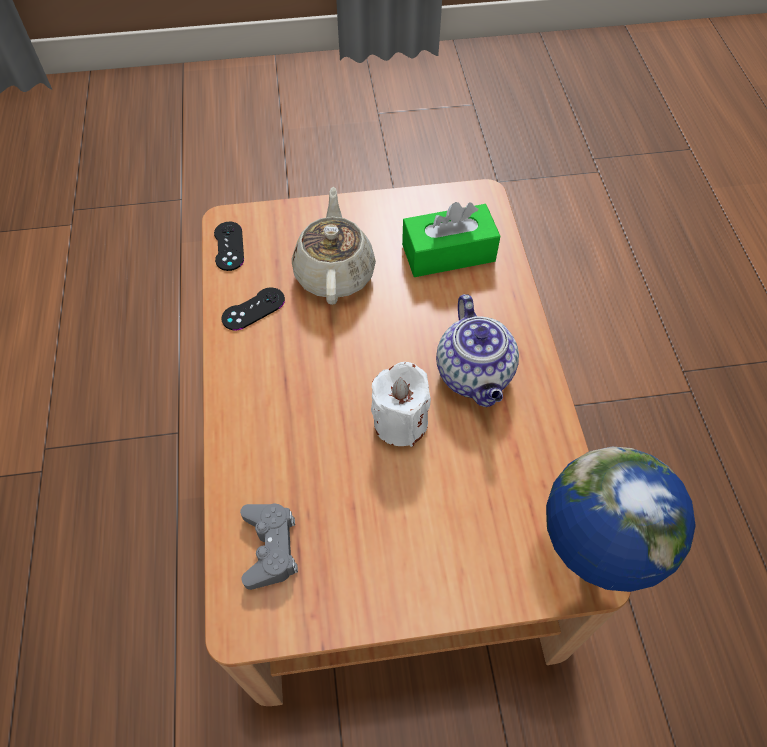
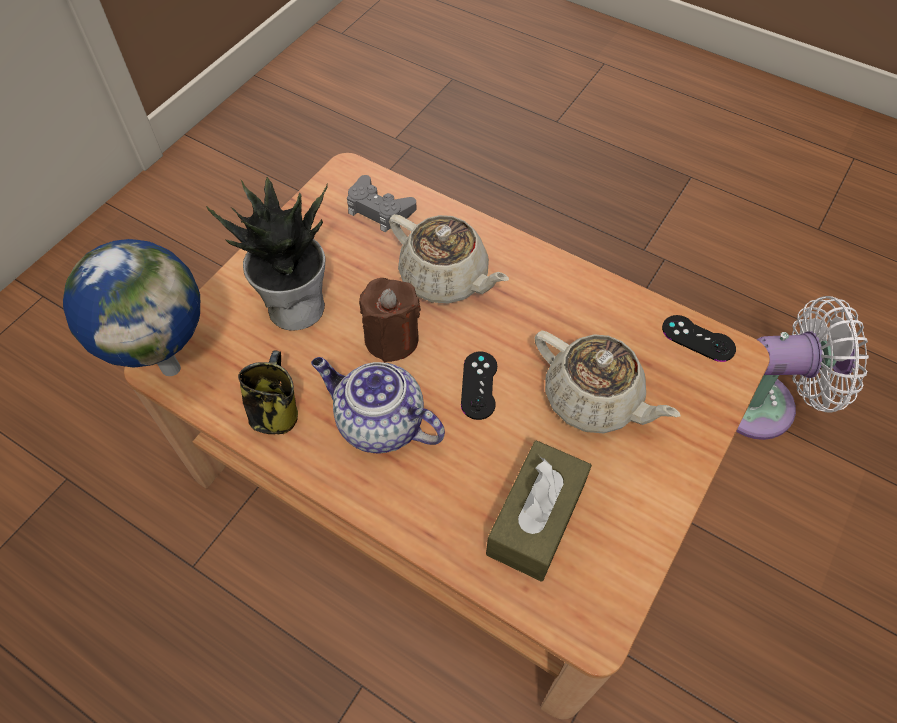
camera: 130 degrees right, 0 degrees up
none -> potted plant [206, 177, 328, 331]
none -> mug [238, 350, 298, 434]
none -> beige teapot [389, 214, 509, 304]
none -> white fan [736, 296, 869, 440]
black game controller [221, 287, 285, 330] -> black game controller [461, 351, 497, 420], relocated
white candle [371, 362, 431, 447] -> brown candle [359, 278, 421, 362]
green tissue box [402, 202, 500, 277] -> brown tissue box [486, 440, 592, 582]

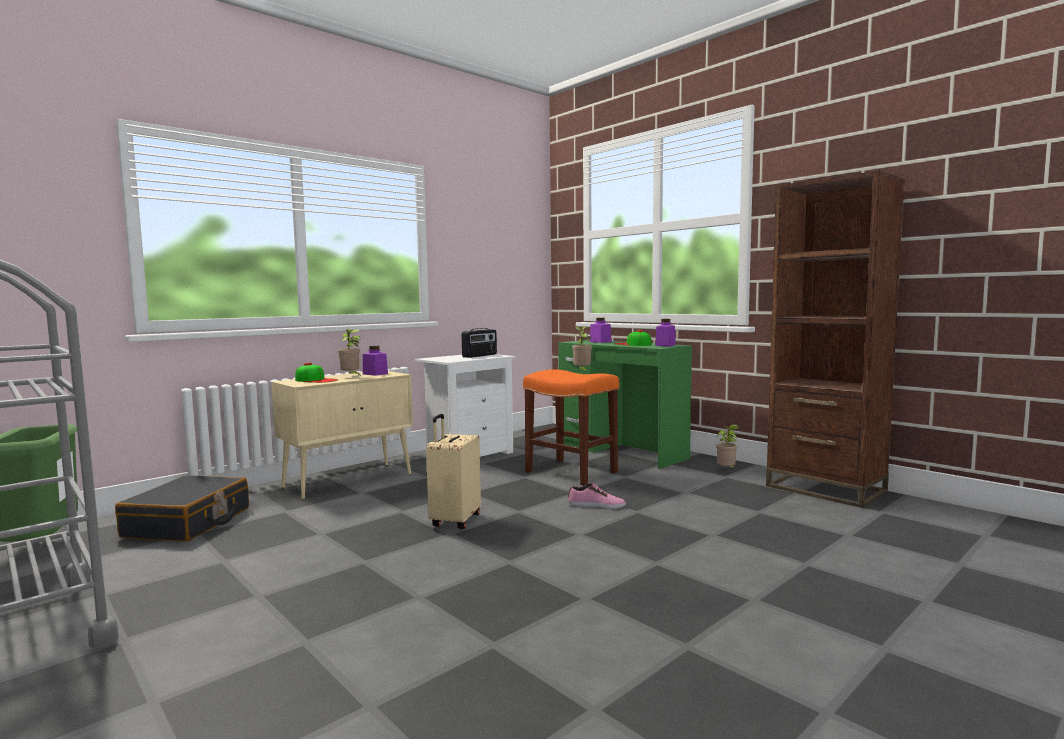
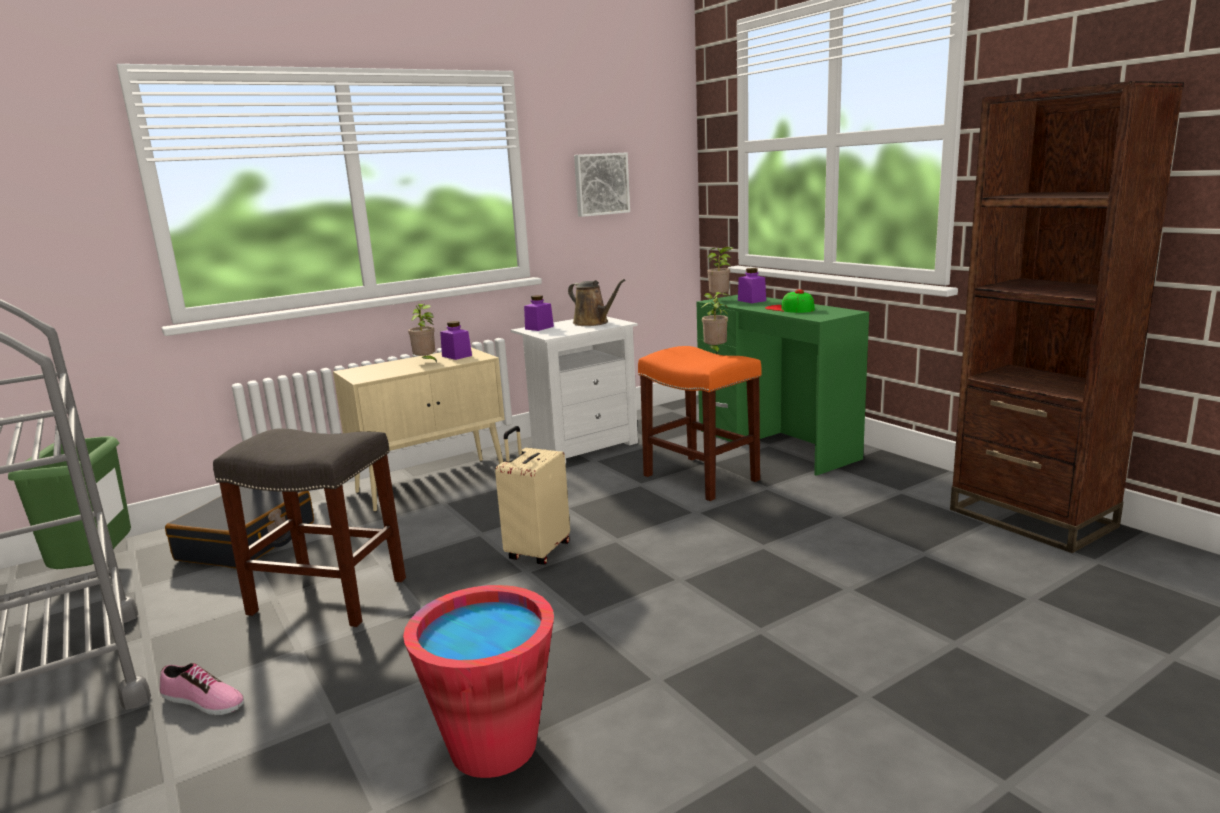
camera: 10 degrees right, 10 degrees up
cap [295, 363, 338, 383] -> none
none -> grey stool [213, 428, 406, 627]
none -> red bucket [403, 585, 554, 778]
none -> picture [574, 153, 630, 217]
shoe [568, 483, 626, 509] -> shoe [160, 663, 244, 715], relocated
purple jar [655, 319, 676, 346] -> purple jar [524, 295, 554, 331], relocated
potted plant [716, 425, 739, 468] -> potted plant [707, 247, 733, 298], relocated
radio [461, 328, 497, 358] -> brown watering can [568, 279, 625, 326]

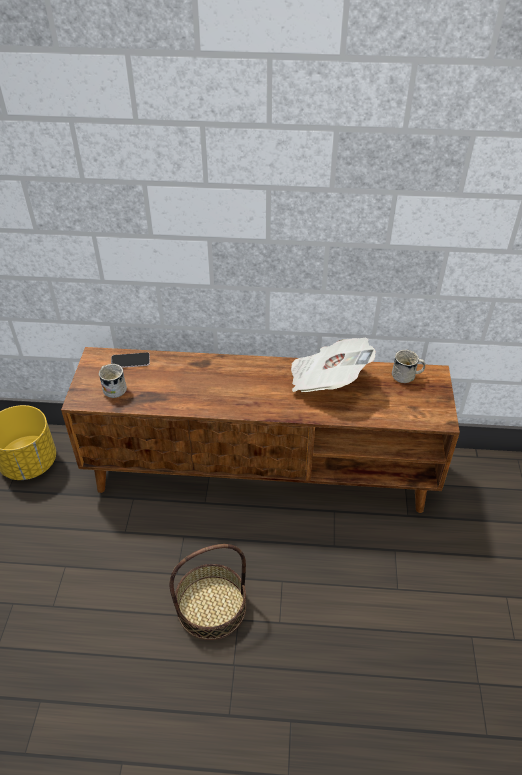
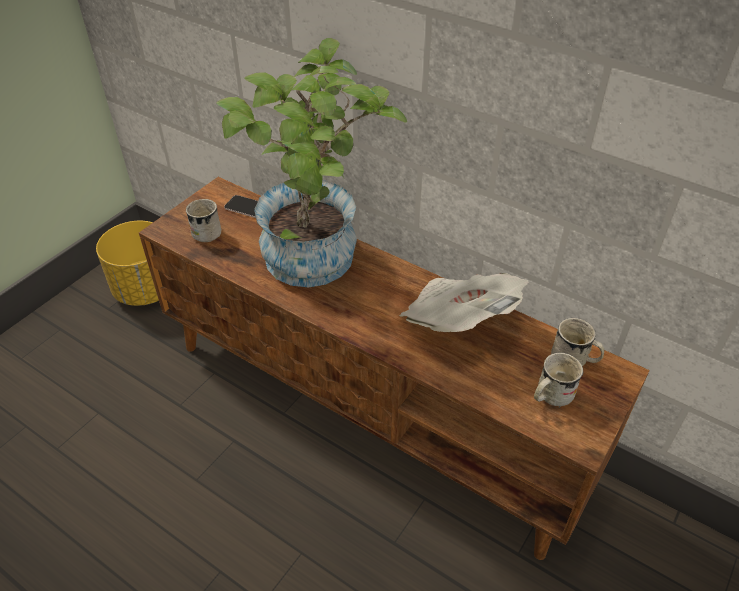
camera: 30 degrees right, 0 degrees up
basket [169, 544, 246, 640] -> none
none -> potted plant [216, 38, 407, 287]
none -> white mug [534, 352, 583, 408]

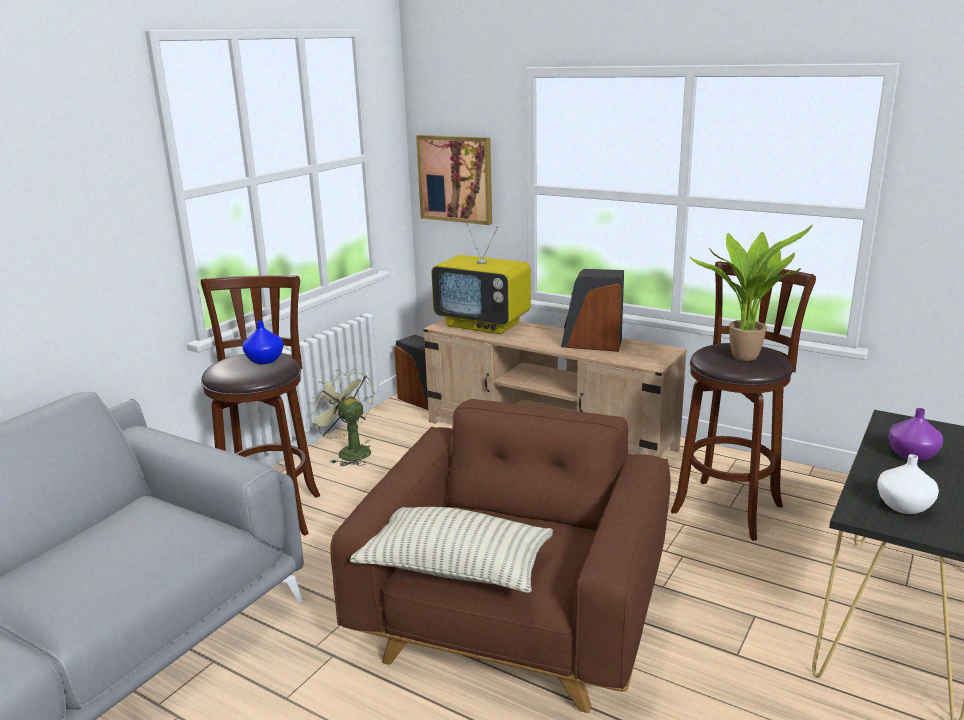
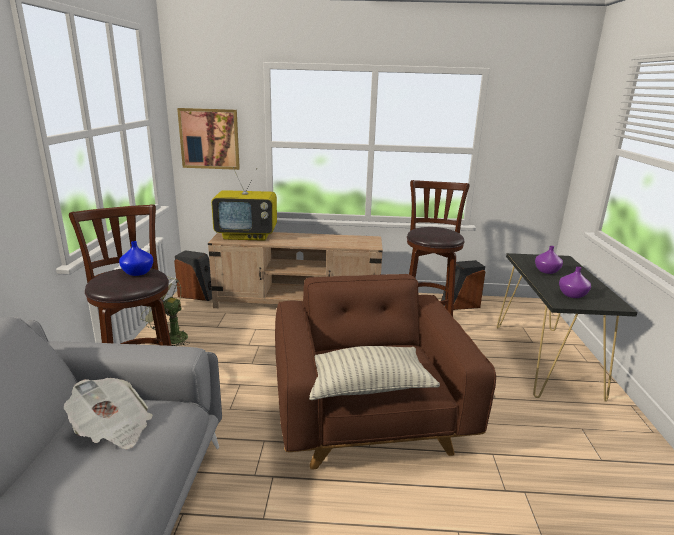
camera: 30 degrees left, 0 degrees up
potted plant [689, 224, 813, 361] -> none
none -> newspaper [64, 378, 153, 449]
speaker [561, 269, 624, 352] -> speaker [441, 260, 485, 310], relocated
white vase [877, 454, 939, 514] -> purple vase [559, 267, 591, 298]

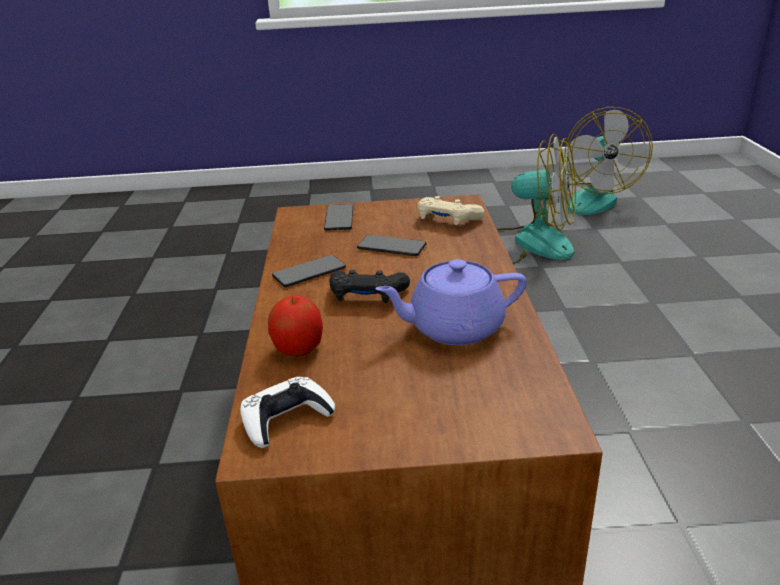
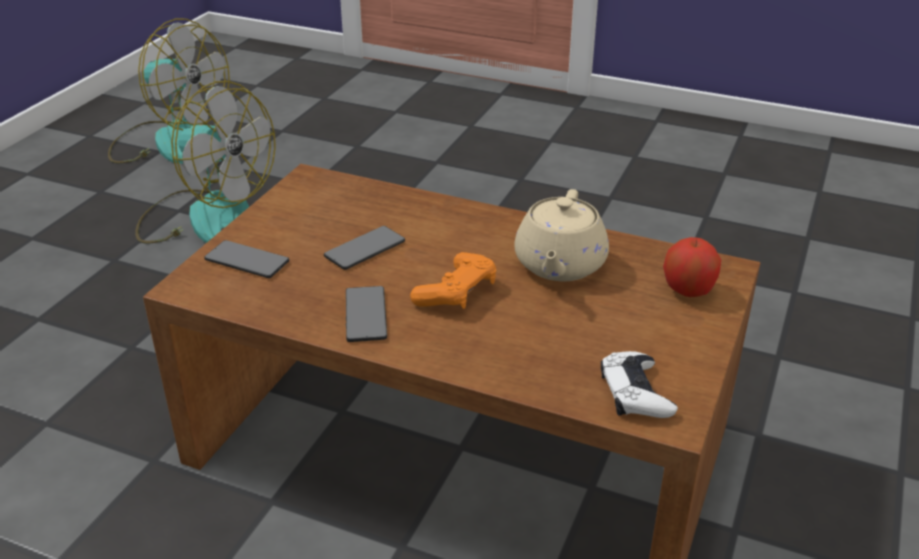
camera: 65 degrees left, 5 degrees up
beige game controller [418, 196, 484, 225] -> none
apple [268, 295, 323, 357] -> apple [663, 237, 721, 297], relocated
black game controller [329, 270, 410, 303] -> orange game controller [410, 252, 496, 309]
purple teapot [375, 259, 527, 345] -> beige teapot [514, 189, 609, 281]
fan [497, 134, 576, 264] -> fan [135, 81, 276, 244], 75 degrees clockwise

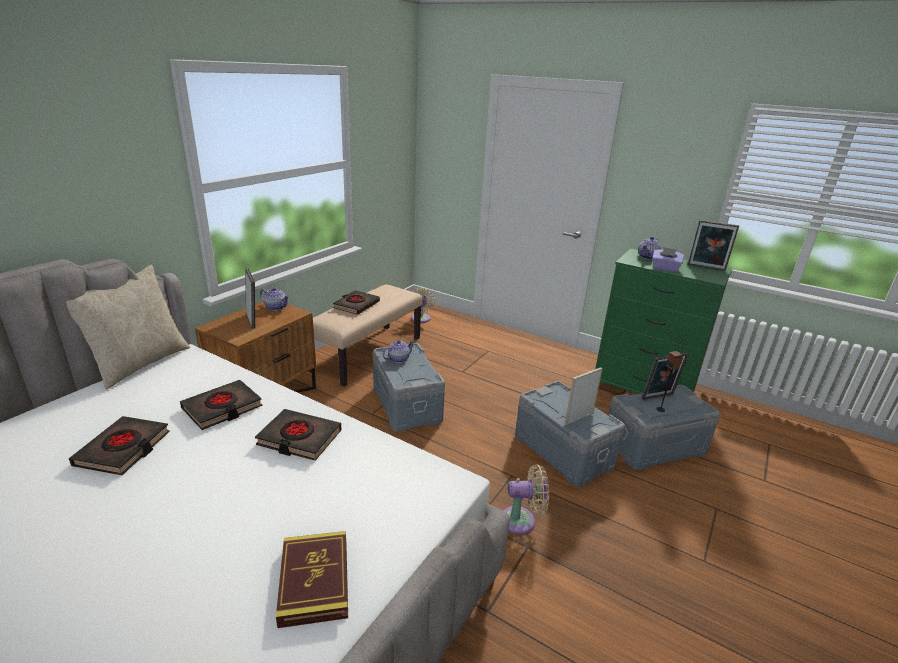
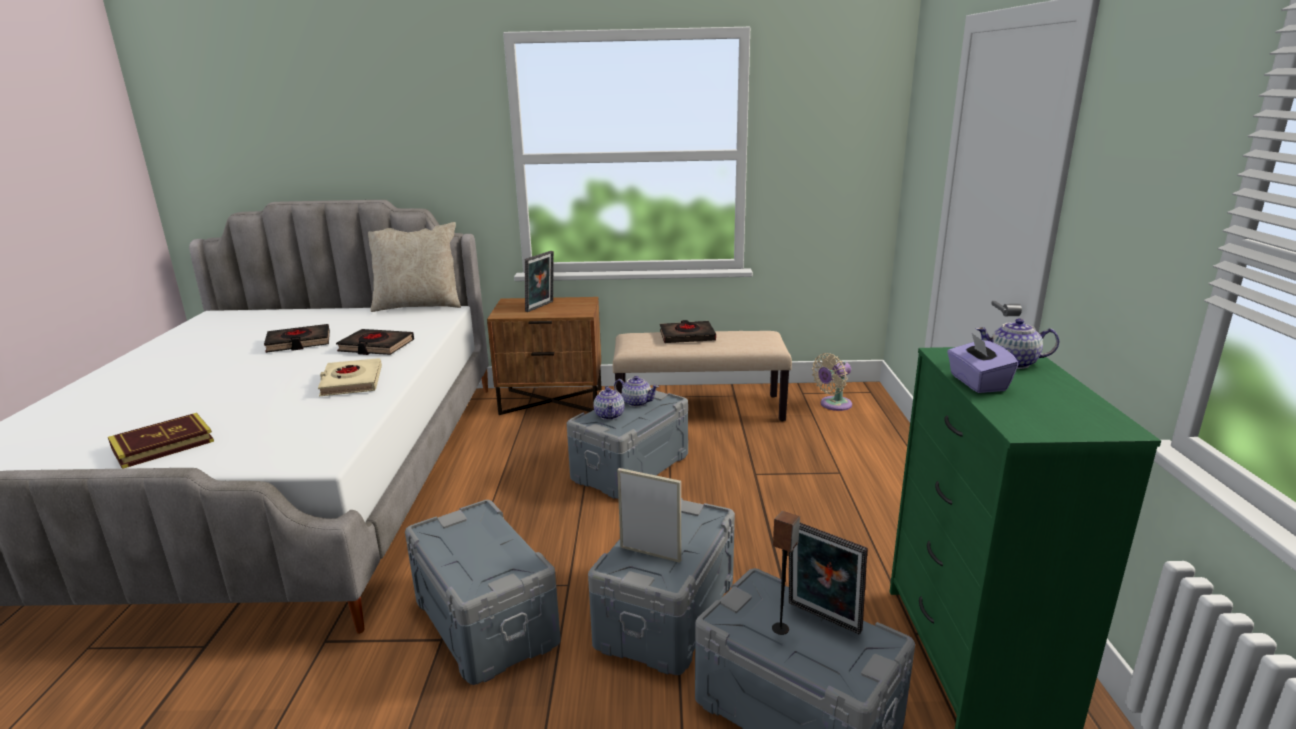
camera: 60 degrees right, 5 degrees down
picture frame [688, 220, 739, 271] -> none
teapot [260, 287, 290, 311] -> teapot [594, 386, 625, 420], relocated
beige fan [503, 464, 549, 534] -> grey storage box [405, 500, 561, 685]
black book [255, 409, 341, 461] -> beige book [318, 358, 382, 396]

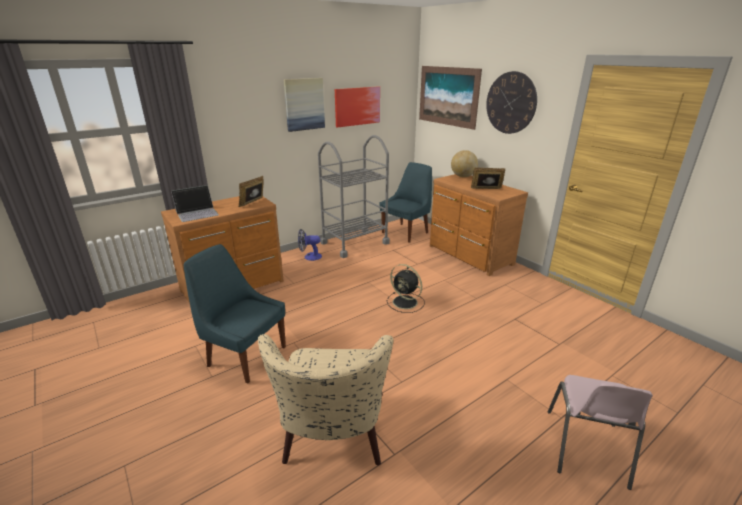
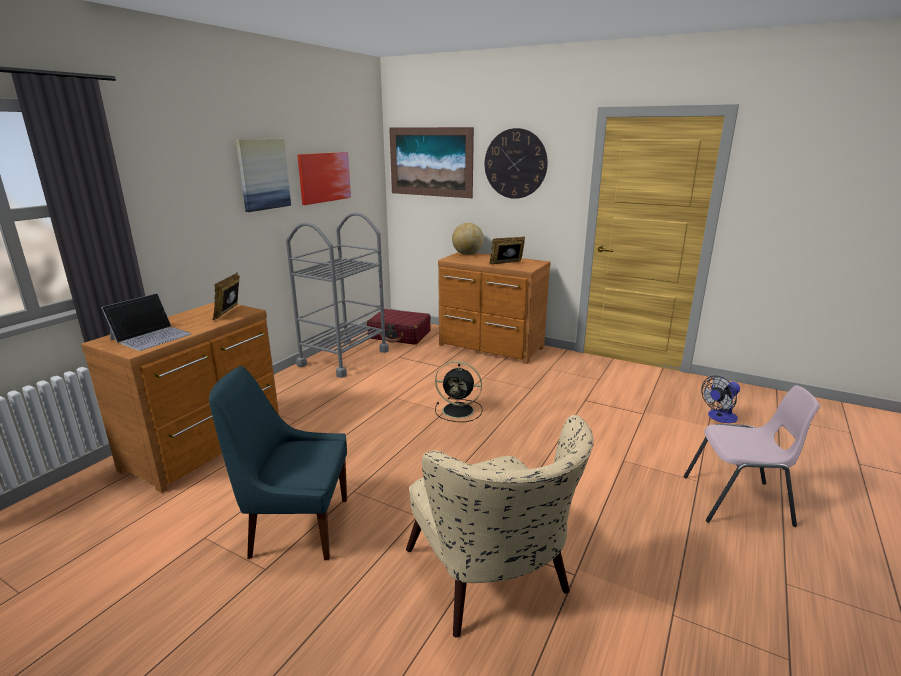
camera: 25 degrees left, 5 degrees down
fan [298, 229, 322, 261] -> fan [701, 376, 740, 423], relocated
blue chair [380, 162, 432, 243] -> red suitcase [367, 309, 431, 345]
pink chair [548, 375, 653, 490] -> pink chair [684, 385, 820, 527], 75 degrees counterclockwise

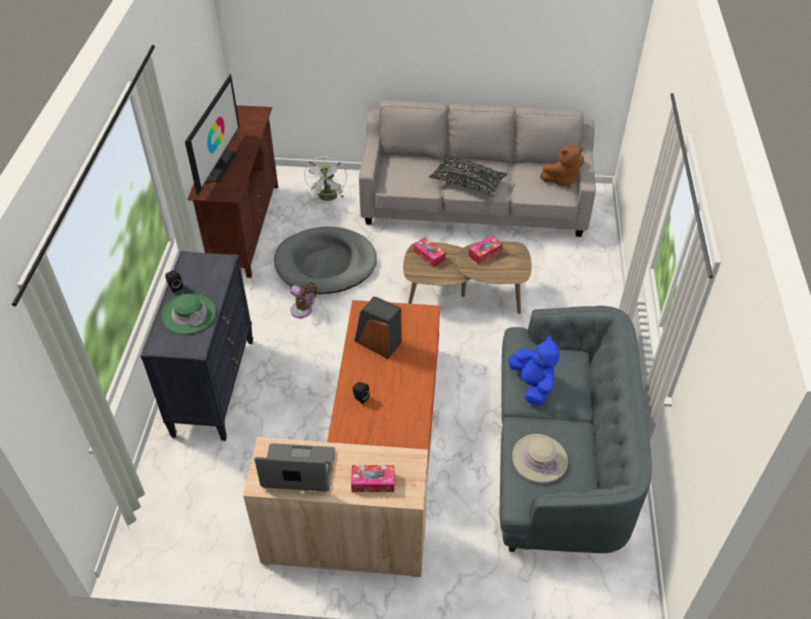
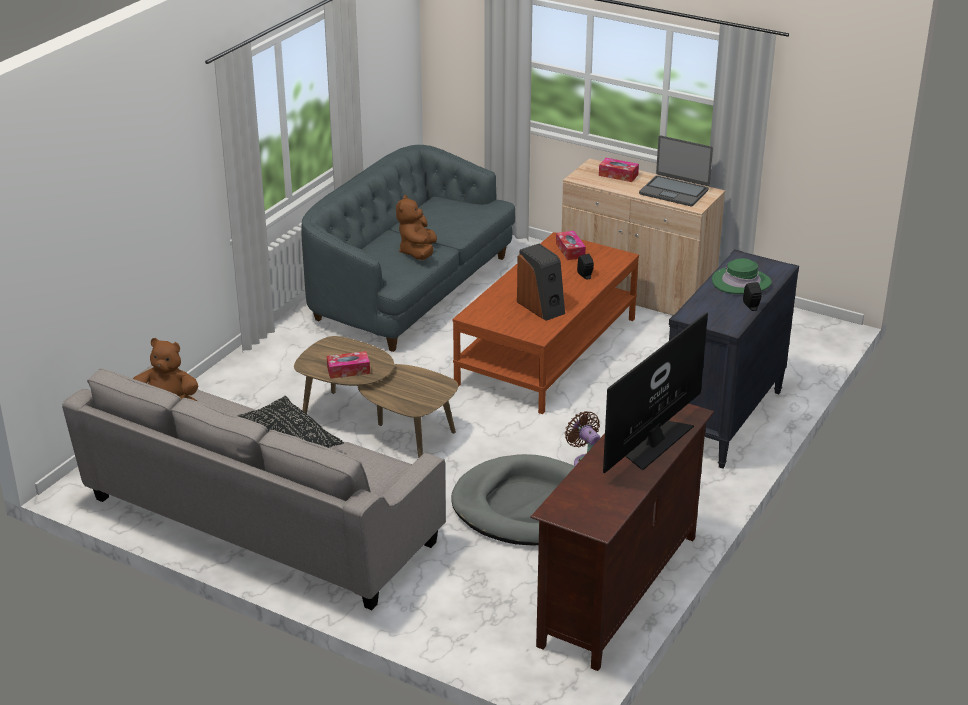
camera: 155 degrees left, 15 degrees down
white fan [304, 157, 347, 201] -> none
beige hat [512, 434, 568, 483] -> none
tissue box [413, 237, 446, 268] -> tissue box [556, 231, 586, 260], relocated
blue plush toy [509, 335, 559, 405] -> brown plush toy [396, 195, 437, 260]

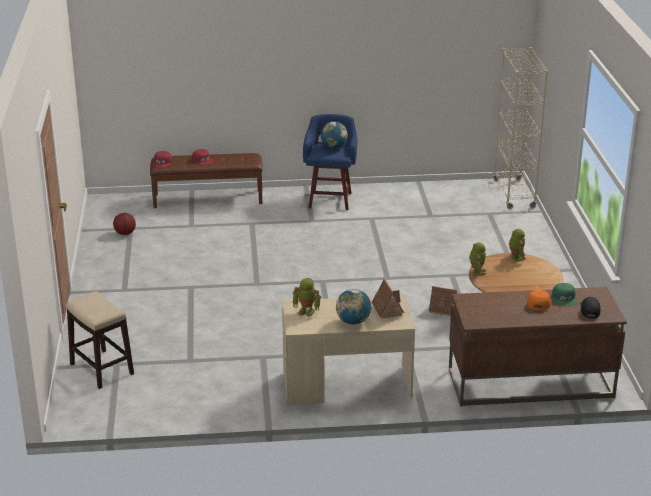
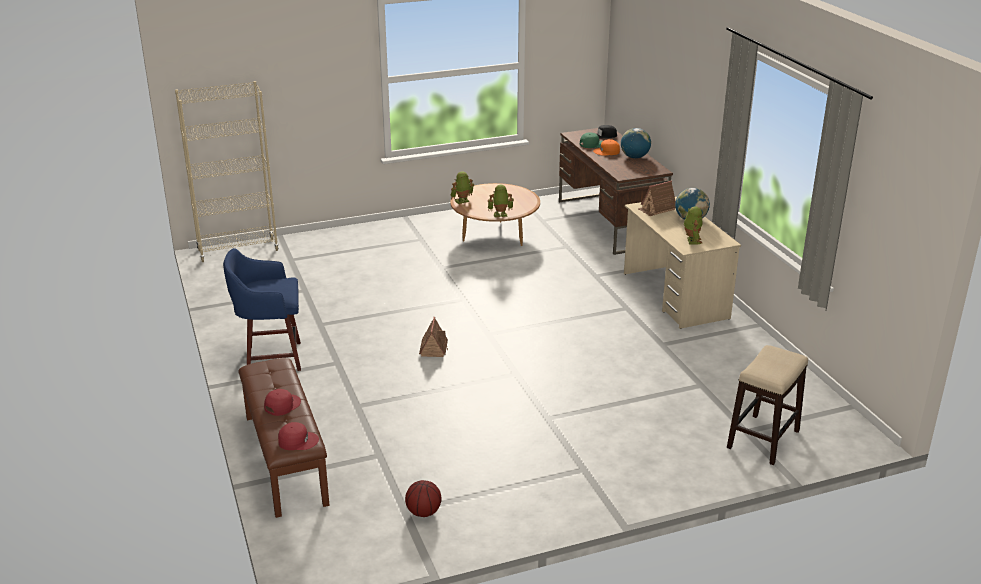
camera: 105 degrees left, 0 degrees up
globe [321, 121, 348, 148] -> globe [621, 128, 651, 158], relocated
toy house [429, 286, 457, 316] -> toy house [419, 317, 448, 357], relocated

